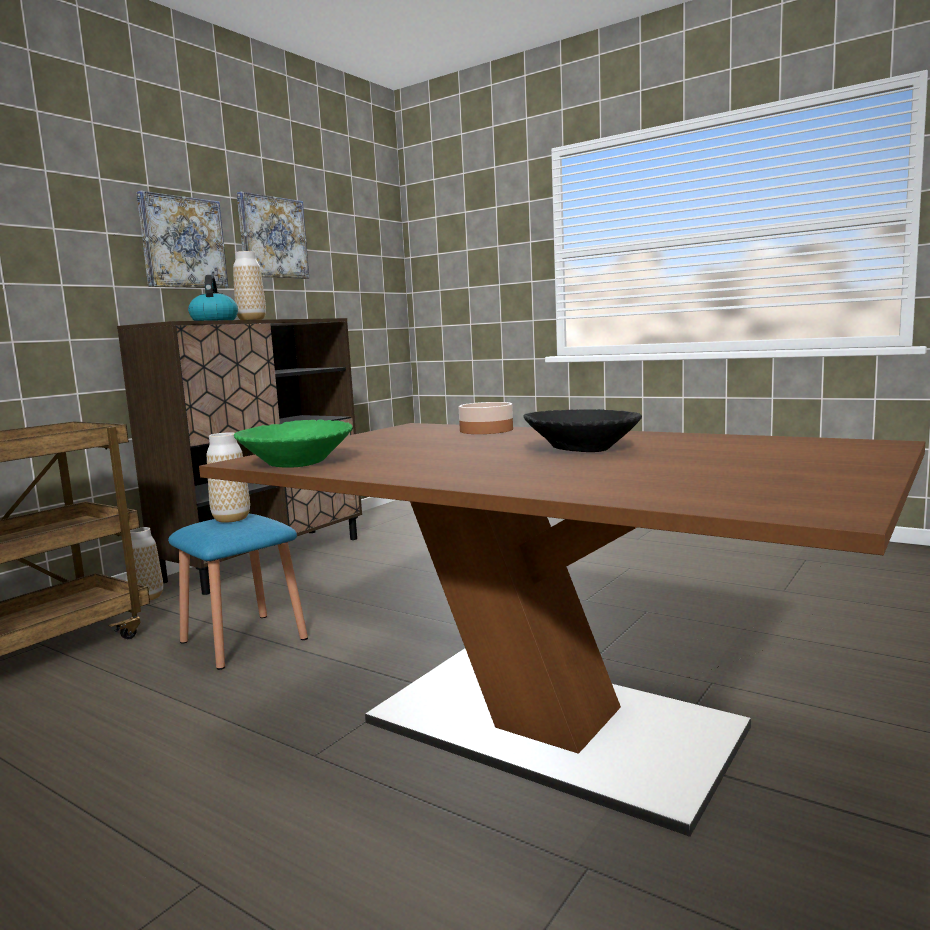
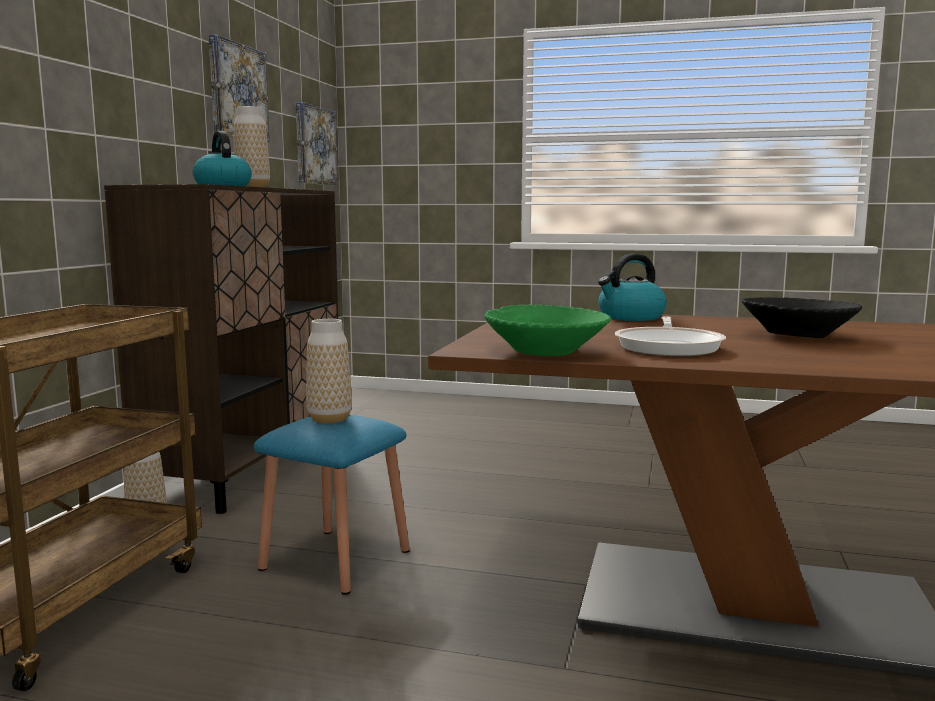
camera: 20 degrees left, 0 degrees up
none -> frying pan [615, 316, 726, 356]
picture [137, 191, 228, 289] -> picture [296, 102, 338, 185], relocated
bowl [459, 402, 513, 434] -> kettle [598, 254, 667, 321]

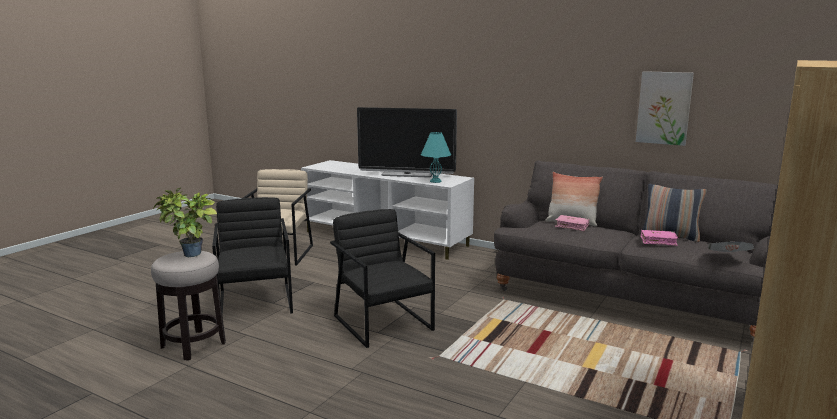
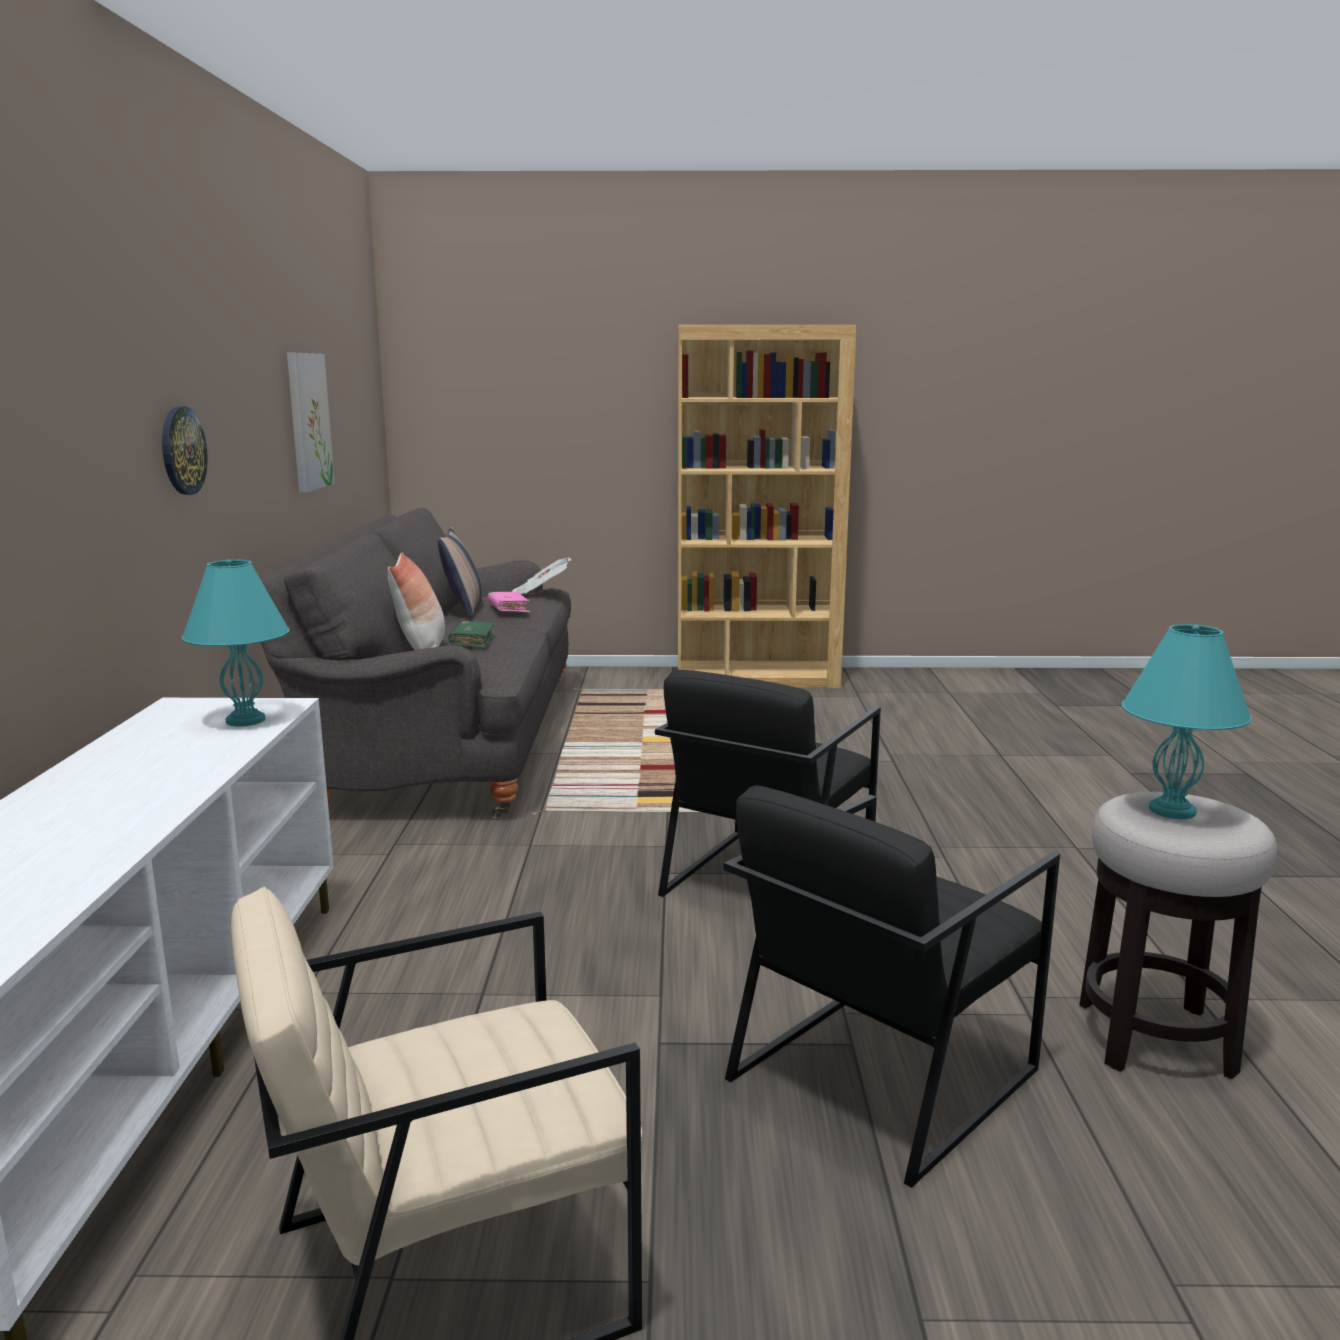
camera: 120 degrees left, 0 degrees up
television [357, 107, 457, 178] -> none
none -> wall clock [162, 407, 208, 495]
potted plant [153, 188, 217, 257] -> turquoise table lamp [1122, 624, 1251, 819]
pink book [555, 215, 589, 231] -> green book [448, 621, 494, 649]

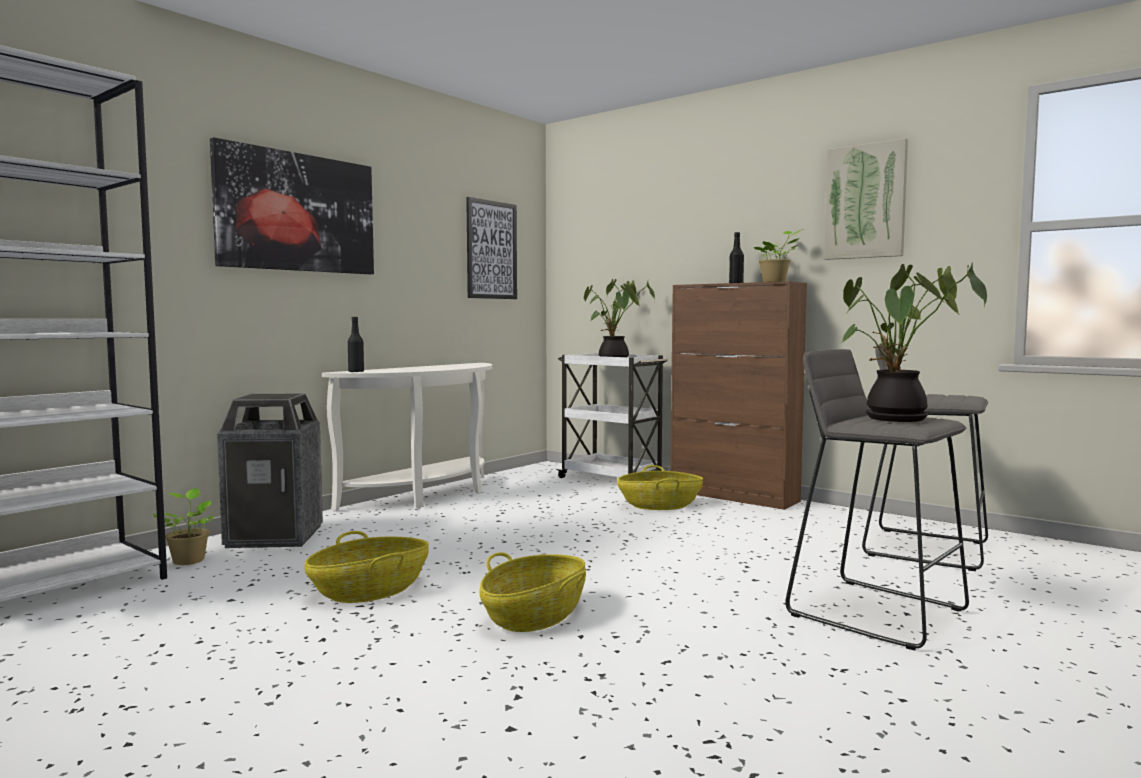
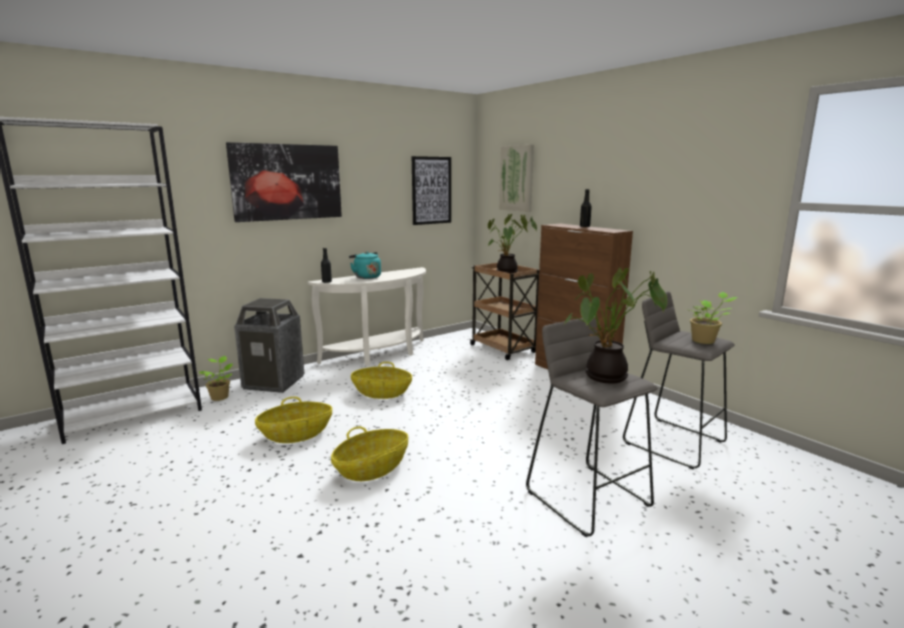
camera: 15 degrees right, 10 degrees up
none -> turquoise kettle [349, 252, 381, 279]
basket [617, 465, 703, 510] -> basket [351, 362, 412, 399], relocated
potted plant [754, 229, 803, 282] -> potted plant [690, 292, 738, 344], relocated
picture [824, 138, 908, 260] -> picture [499, 145, 534, 212], relocated
white cart [556, 353, 668, 478] -> brown cart [469, 263, 539, 360]

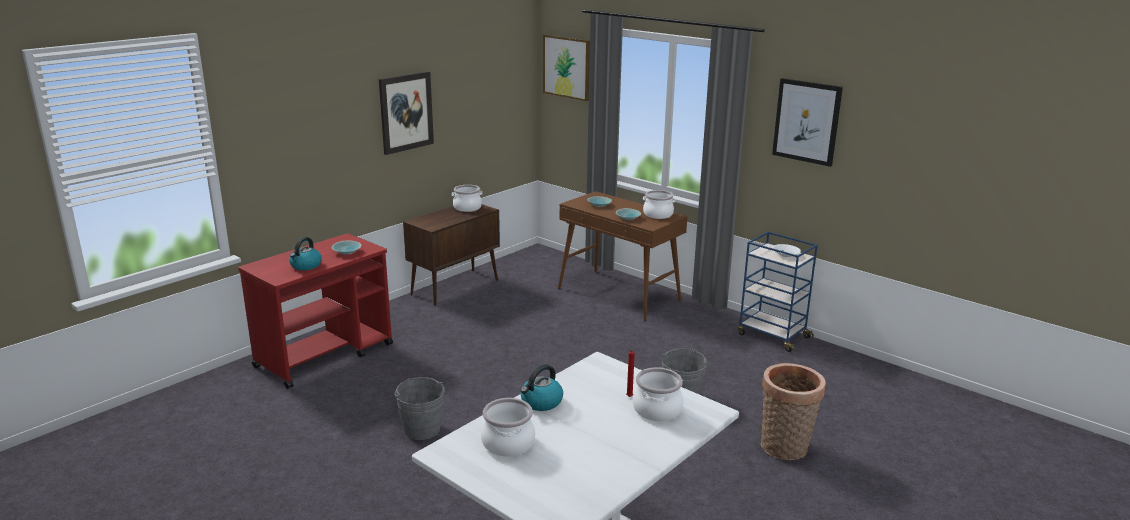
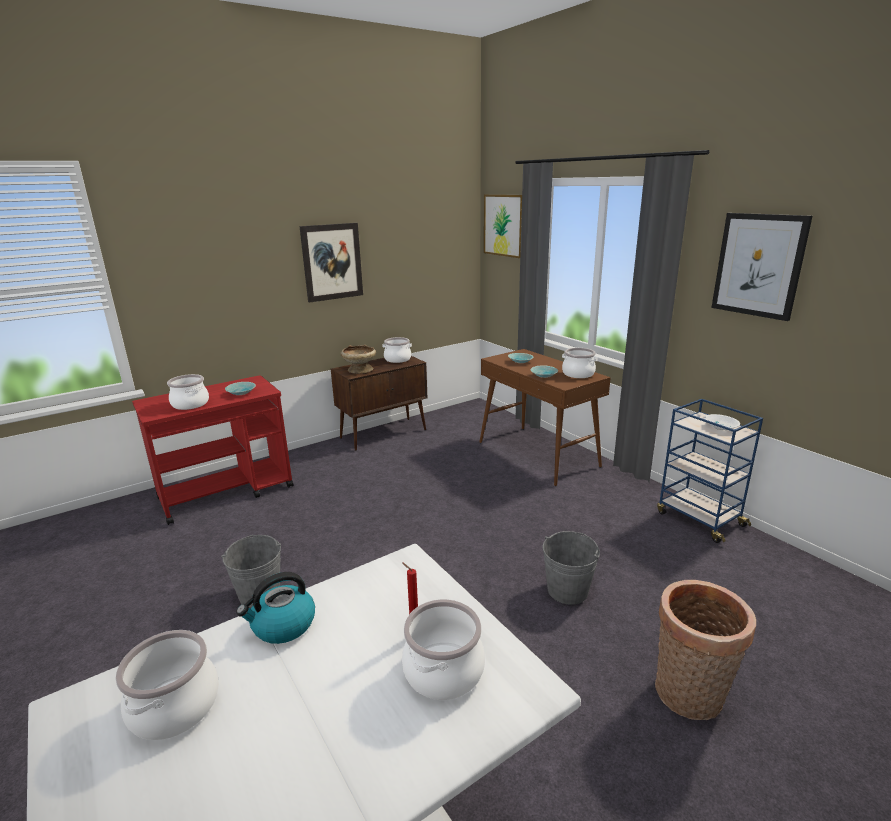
camera: 15 degrees right, 0 degrees up
none -> beige bowl [340, 345, 376, 374]
kettle [289, 237, 322, 270] -> cooking pot [167, 374, 209, 410]

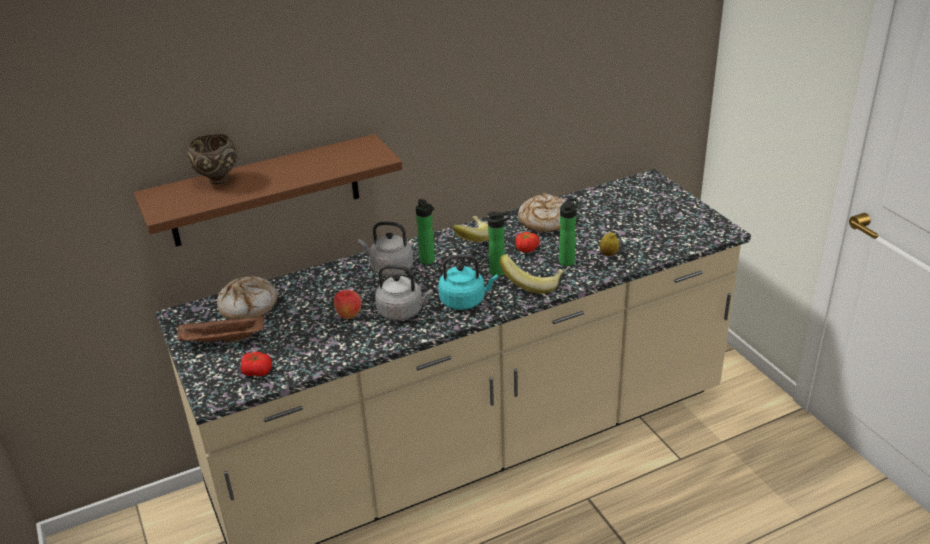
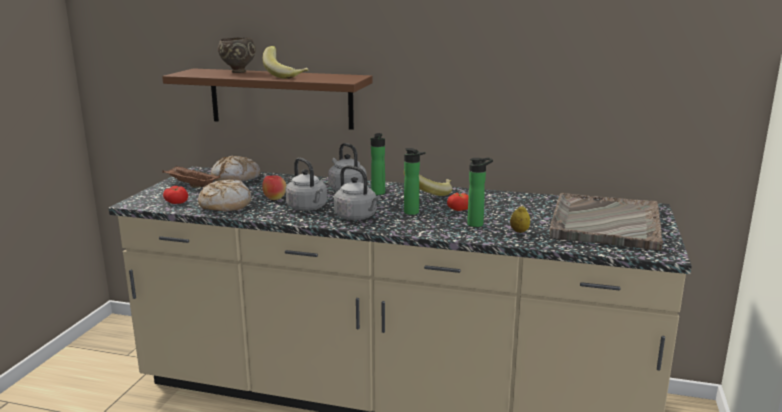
camera: 40 degrees right, 15 degrees down
none -> grey tray [549, 193, 663, 251]
banana [500, 255, 564, 294] -> banana [263, 46, 309, 79], relocated
bread [518, 193, 566, 232] -> bread [198, 180, 252, 211], relocated
turquoise kettle [438, 255, 498, 310] -> grey kettle [334, 165, 381, 220]

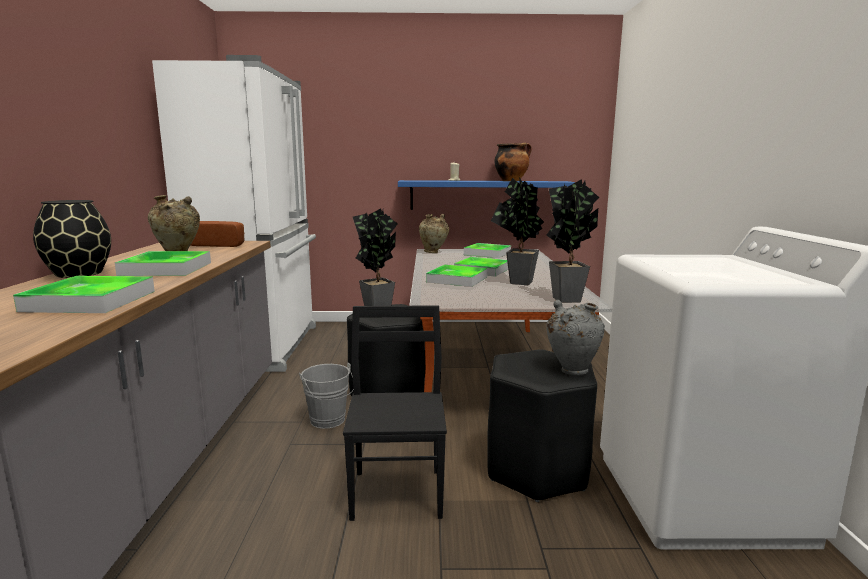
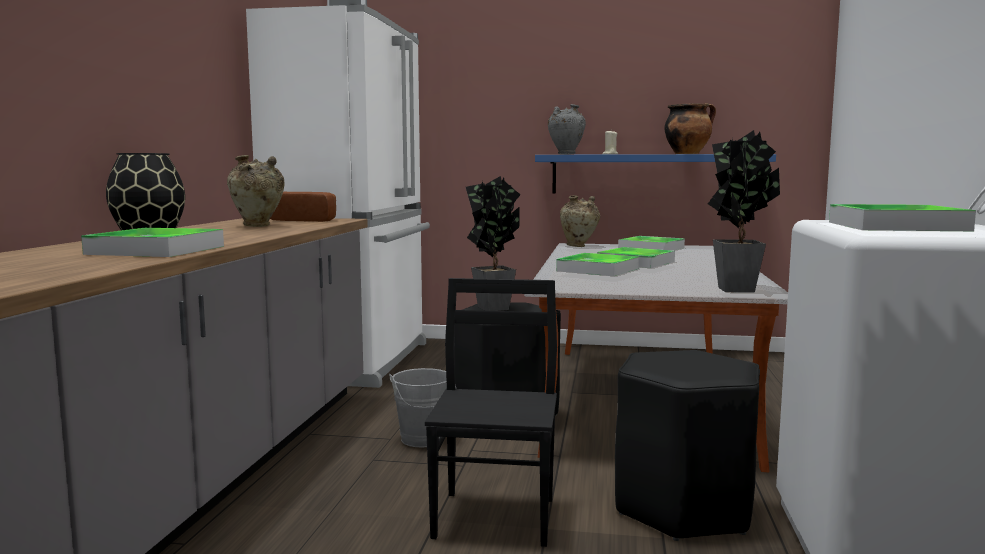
camera: 10 degrees right, 5 degrees down
potted plant [491, 177, 544, 285] -> none
tray [115, 251, 211, 276] -> tray [829, 204, 976, 231], relocated
grey vase [546, 300, 605, 375] -> grey vase [548, 104, 586, 155], relocated

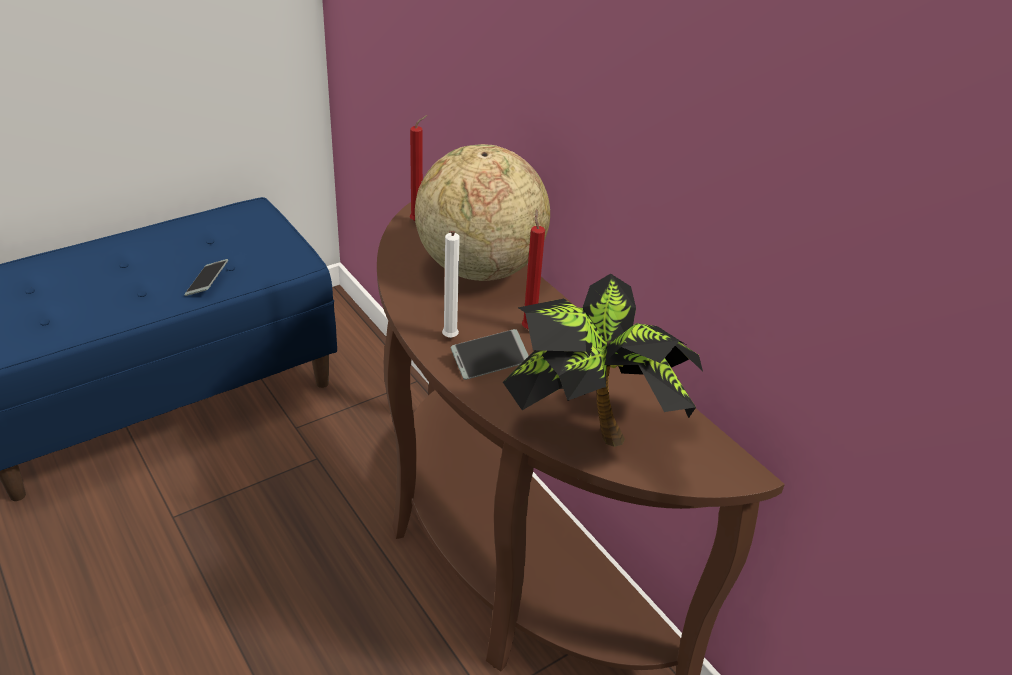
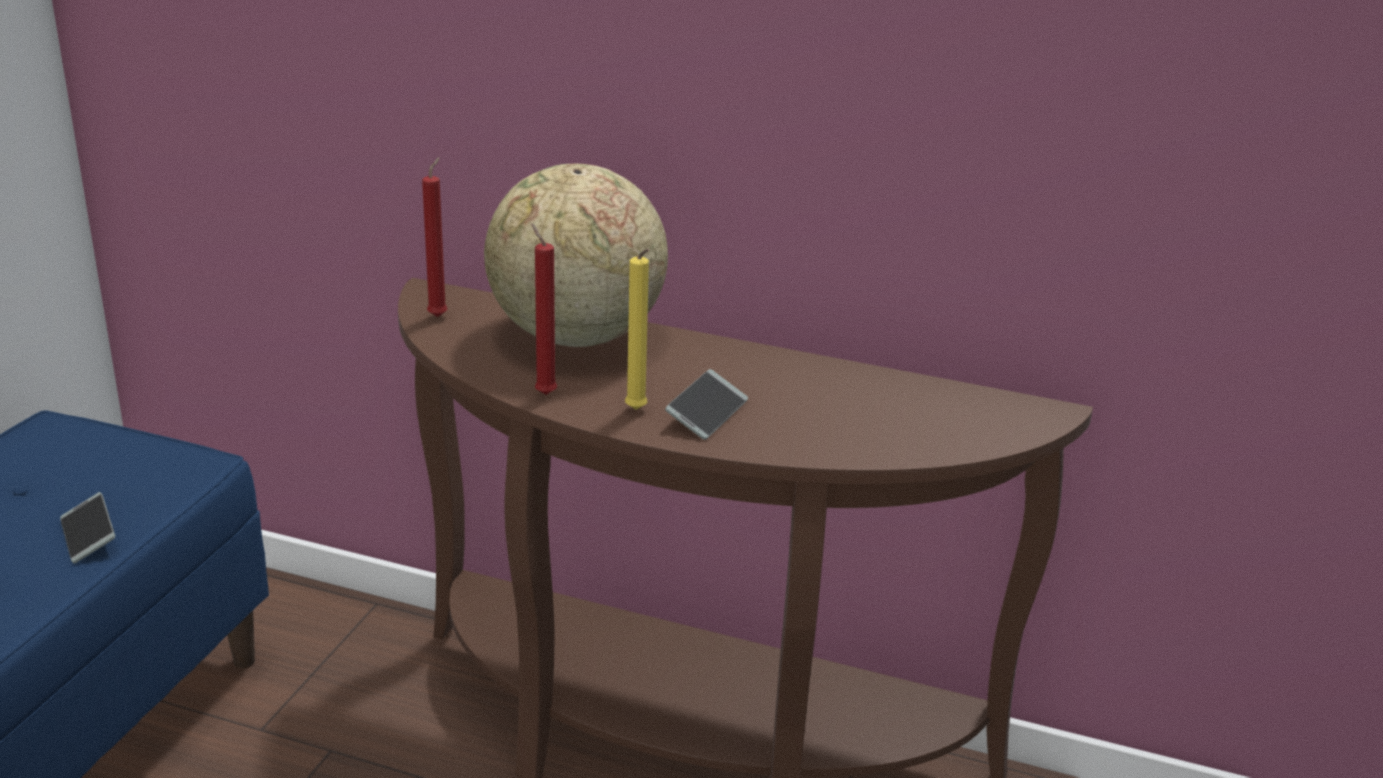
camera: 35 degrees left, 10 degrees down
potted plant [503, 274, 703, 447] -> none
red candle [522, 209, 545, 329] -> red candle [531, 223, 557, 395], relocated
white candle [442, 231, 460, 338] -> yellow candle [625, 249, 649, 410]

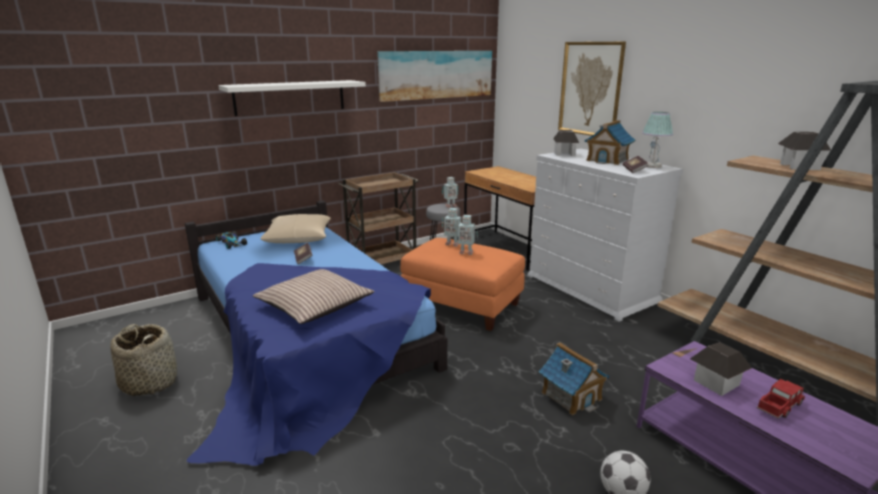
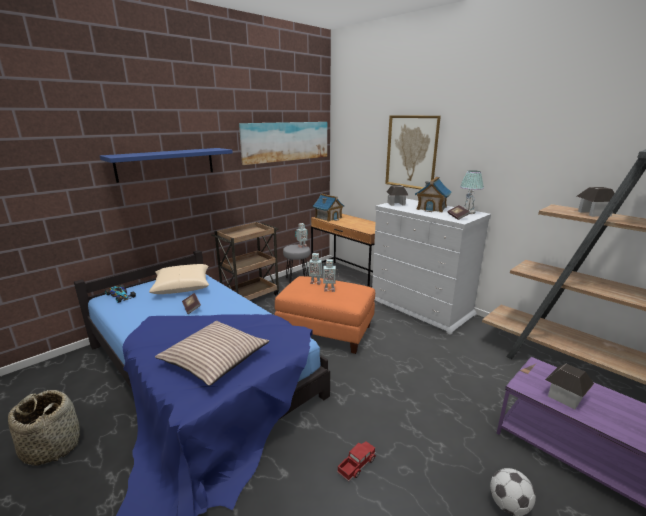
camera: 10 degrees left, 0 degrees up
toy house [539, 342, 609, 415] -> toy house [313, 193, 344, 222], relocated
toy truck [757, 379, 805, 419] -> toy truck [337, 441, 376, 482], relocated
white shelf [218, 80, 366, 116] -> blue shelf [100, 148, 233, 183]

